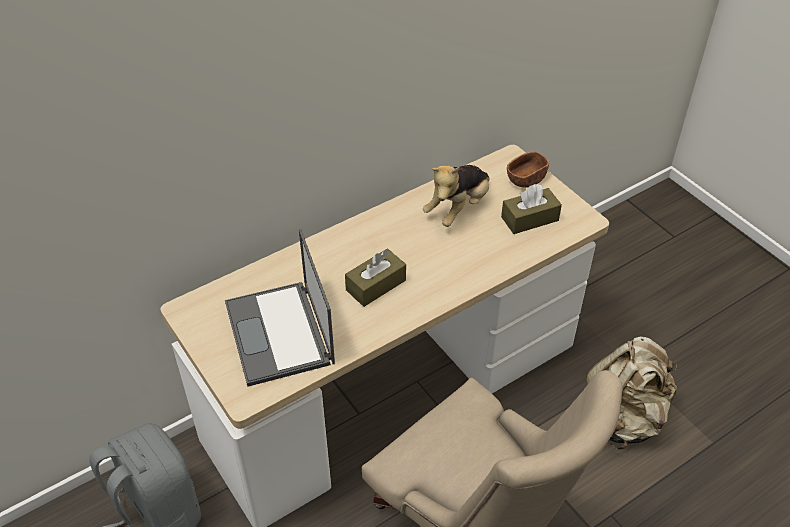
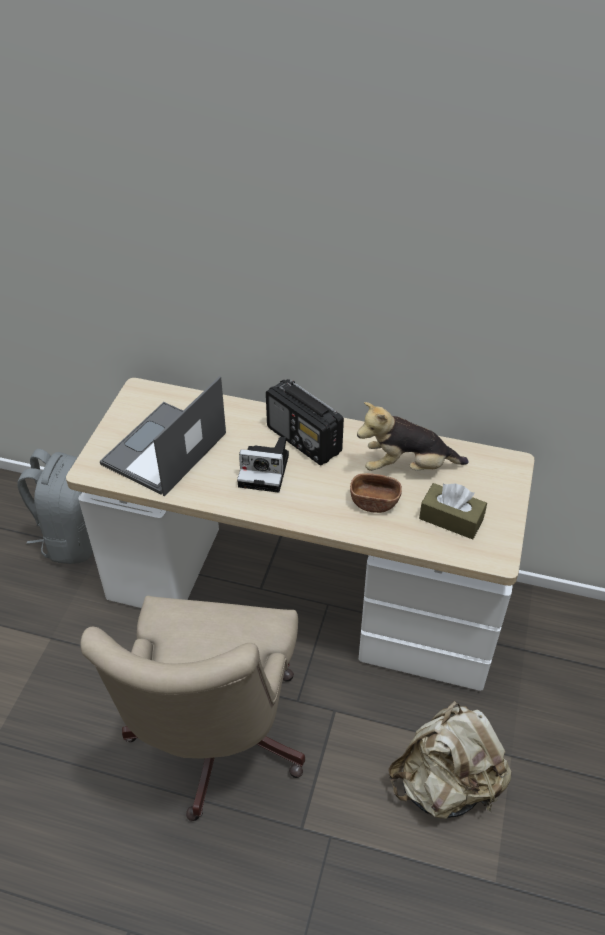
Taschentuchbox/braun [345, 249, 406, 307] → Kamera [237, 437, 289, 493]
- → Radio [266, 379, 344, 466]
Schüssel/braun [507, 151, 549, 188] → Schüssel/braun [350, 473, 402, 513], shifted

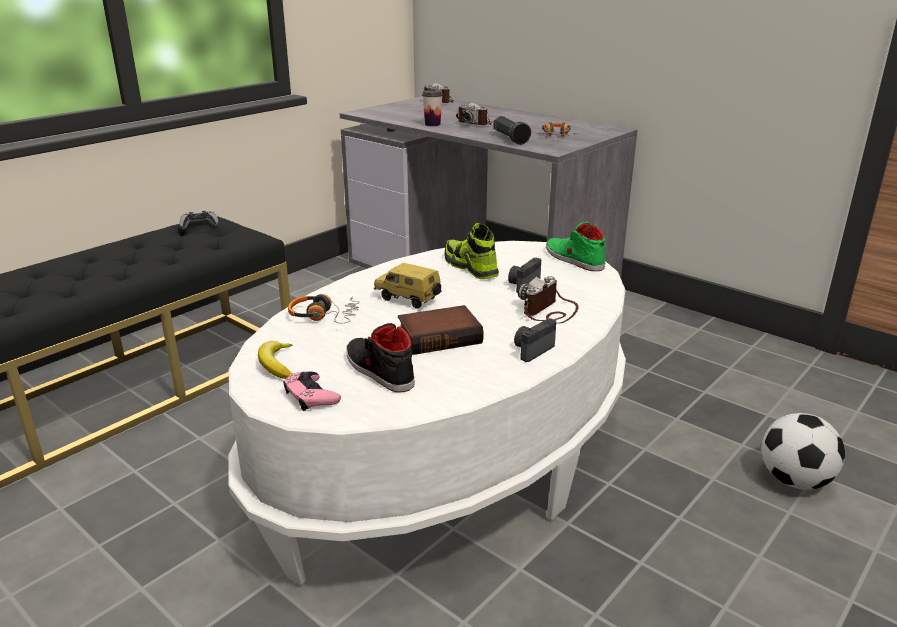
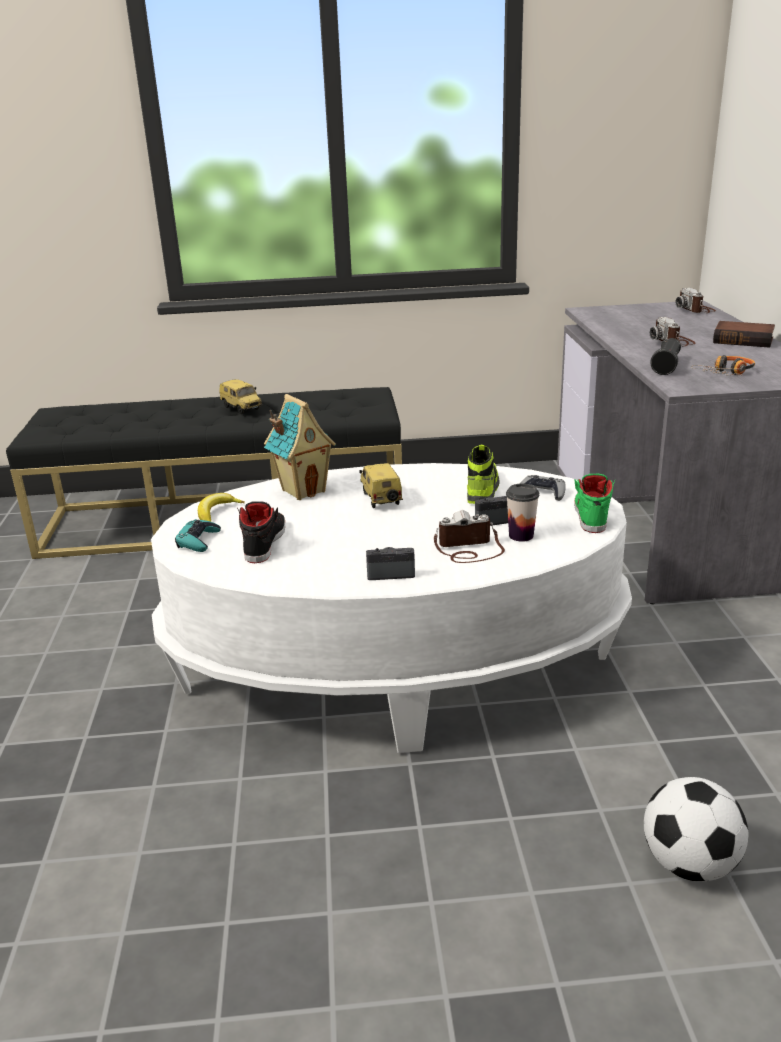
Gamepad/rosa [283, 371, 341, 411] → Gamepad/türkis [175, 519, 221, 552]
- → Spielzeugauto [219, 379, 263, 414]
Kopfhörer [288, 294, 360, 324] → Spielzeughaus [264, 394, 336, 500]
Tasse [422, 90, 443, 126] → Tasse [506, 483, 539, 542], shifted
Gamepad/grau [179, 211, 219, 230] → Gamepad/grau [521, 475, 566, 501], shifted
Buch [398, 305, 484, 355] → Buch [713, 321, 775, 348], shifted

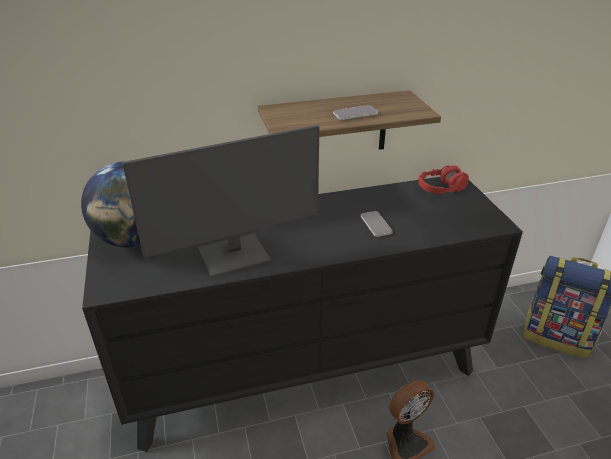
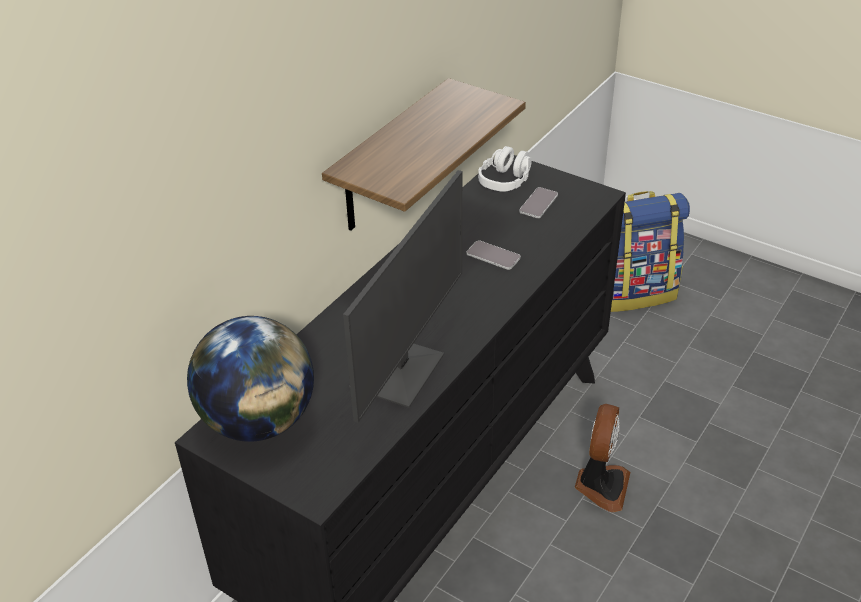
Kopfhörer/rot [418, 165, 469, 194] → Kopfhörer/weiß [478, 146, 532, 192]
Handy [333, 105, 378, 120] → Handy [519, 187, 558, 218], shifted

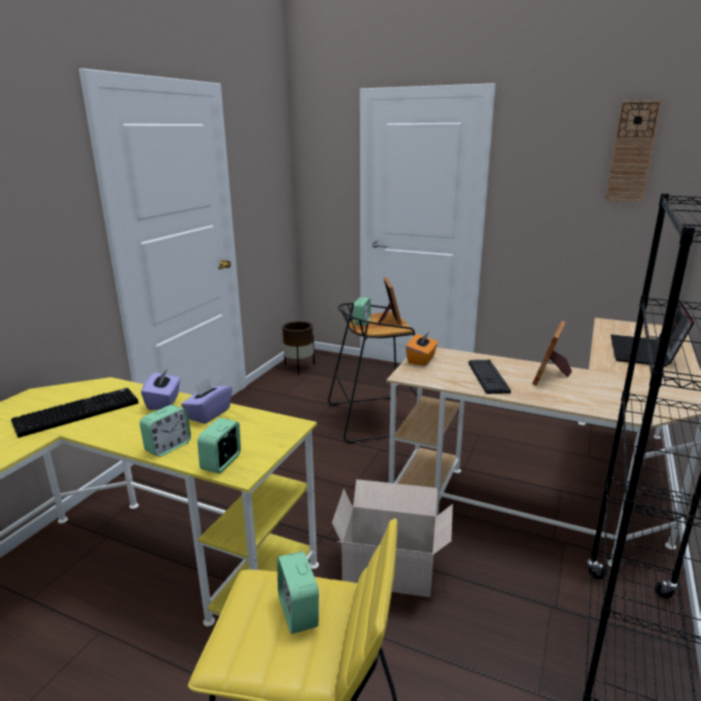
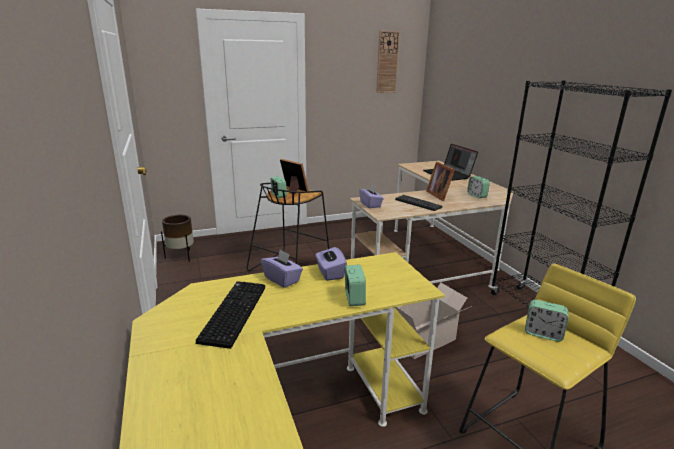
Taschentuchbox/orange [406, 332, 438, 366] → Taschentuchbox/lila [359, 184, 384, 208]
Wecker [197, 418, 241, 474] → Wecker [467, 176, 490, 198], shifted

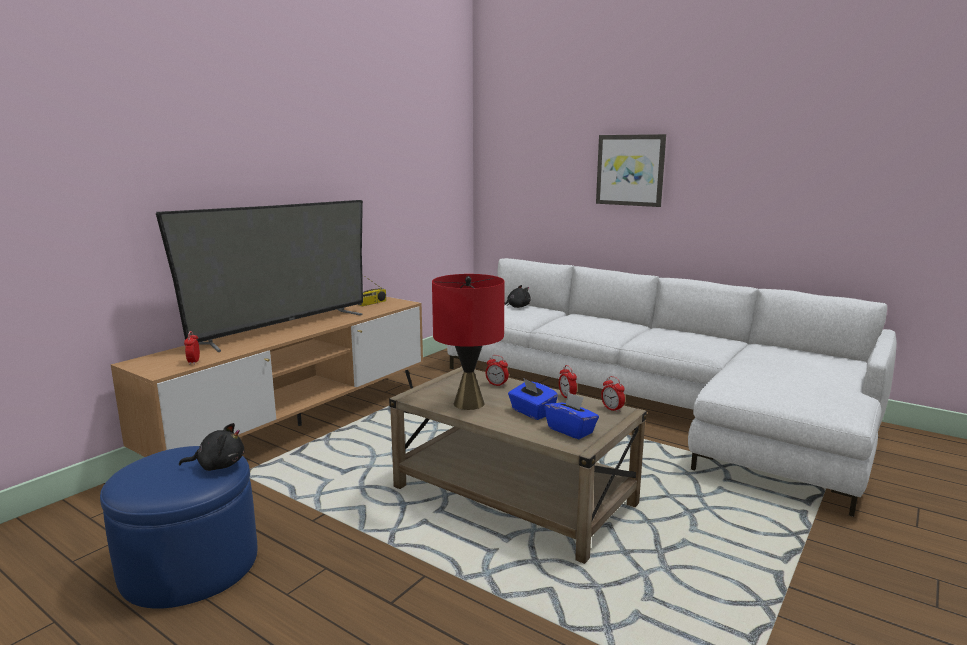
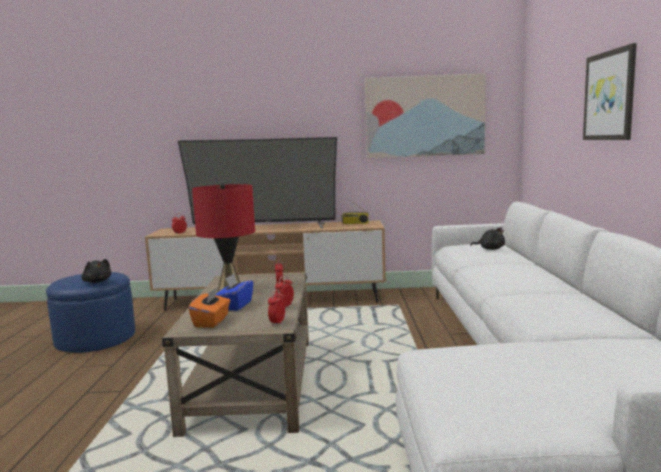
Taschentuchbox/blau [544, 392, 599, 439] → Taschentuchbox/orange [188, 287, 230, 328]
- → Bild [365, 73, 486, 158]

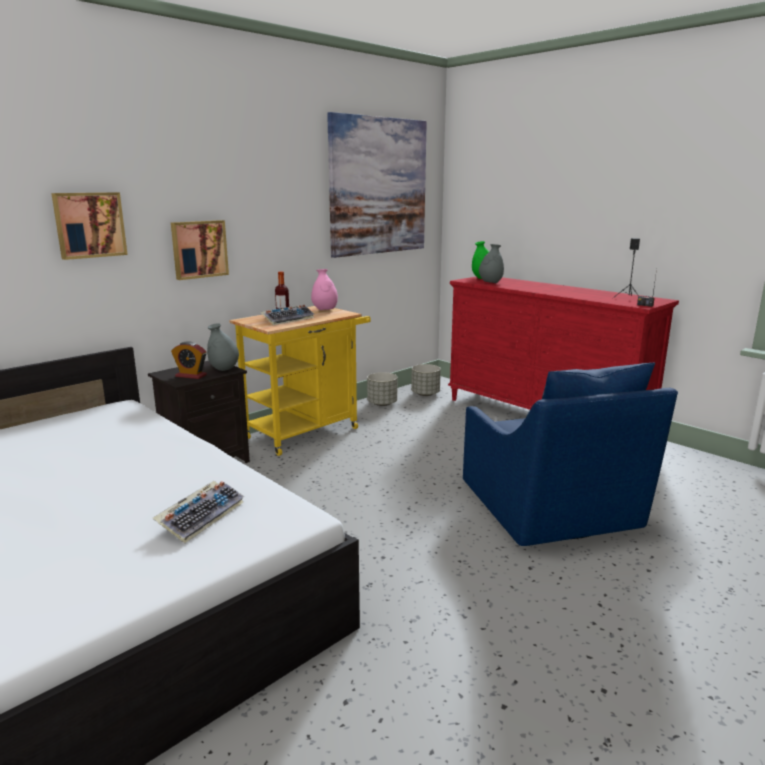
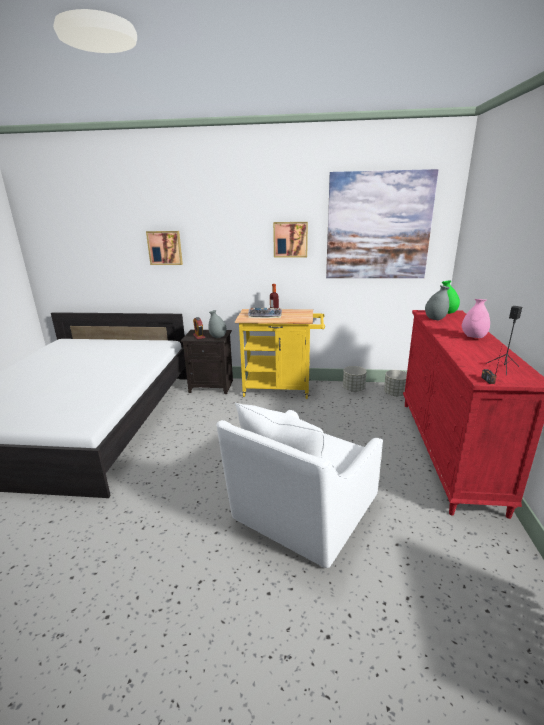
Sessel/blau [463, 362, 678, 546] → Sessel/weiß [216, 403, 383, 568]
Bild [171, 220, 229, 280] → Bild [273, 222, 308, 258], shifted
Vase/rosa [311, 269, 338, 310] → Vase/rosa [462, 299, 490, 338], shifted
Tastatur [153, 481, 244, 543] → -

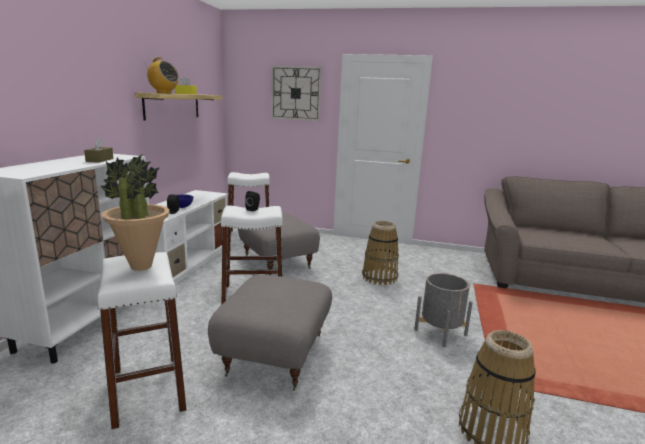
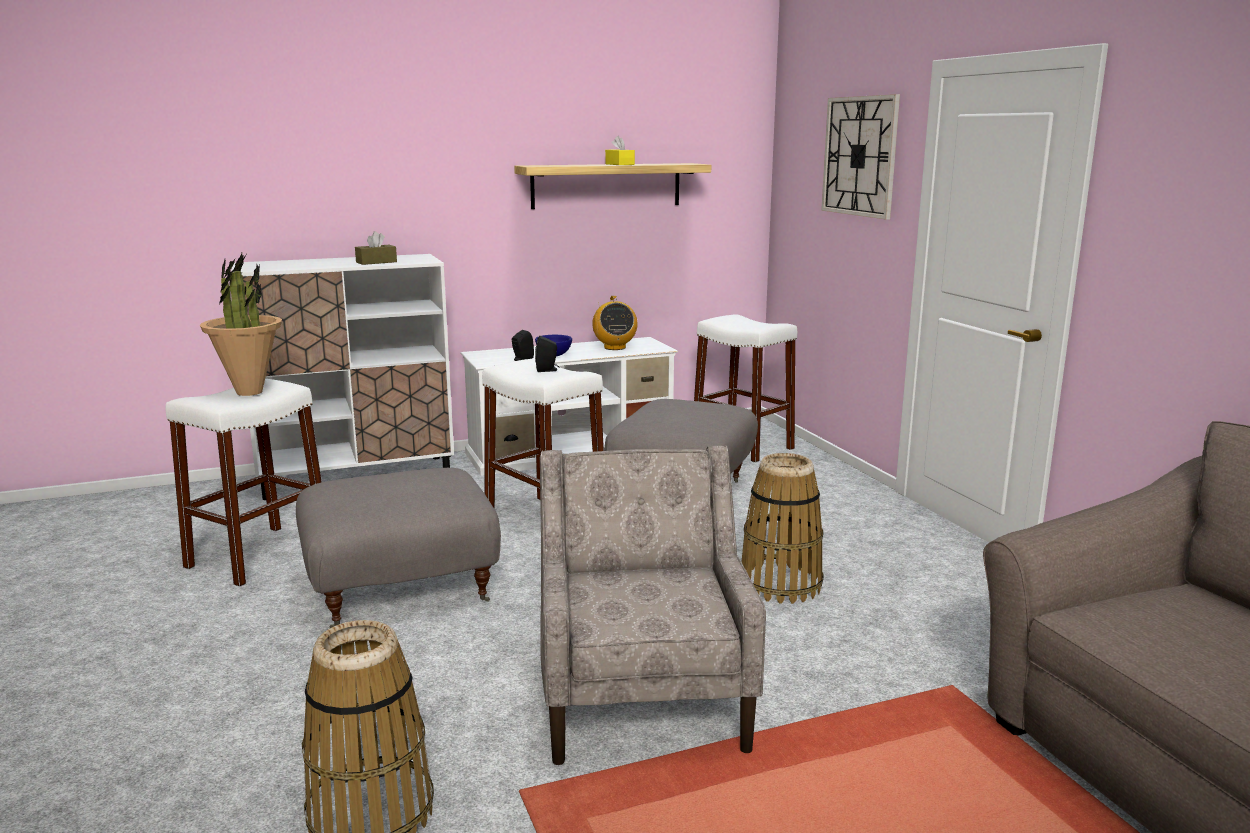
Pflanzkübel/grau [414, 273, 473, 347] → Sessel/beige [540, 445, 766, 765]
Radio [144, 57, 179, 94] → Radio [592, 296, 638, 350], shifted

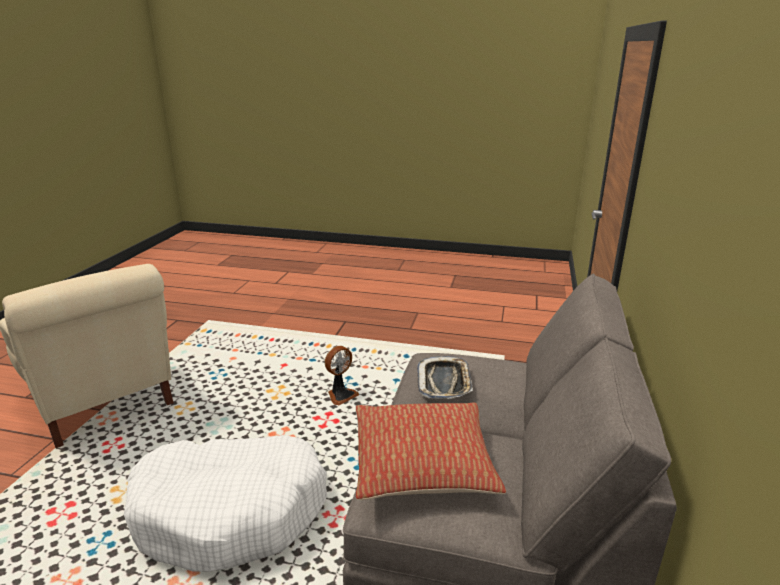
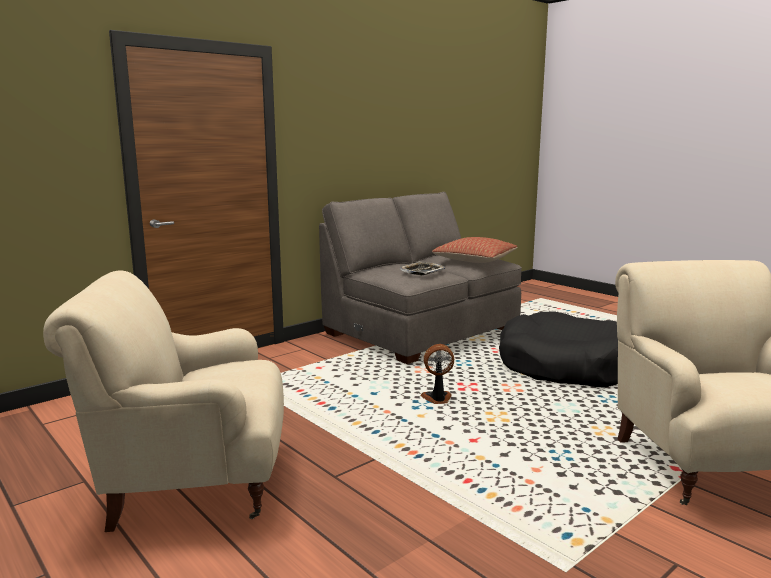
- → Sessel/beige [43, 270, 284, 532]
Hundebett/weiß [124, 435, 327, 572] → Hundebett/schwarz [499, 311, 618, 387]

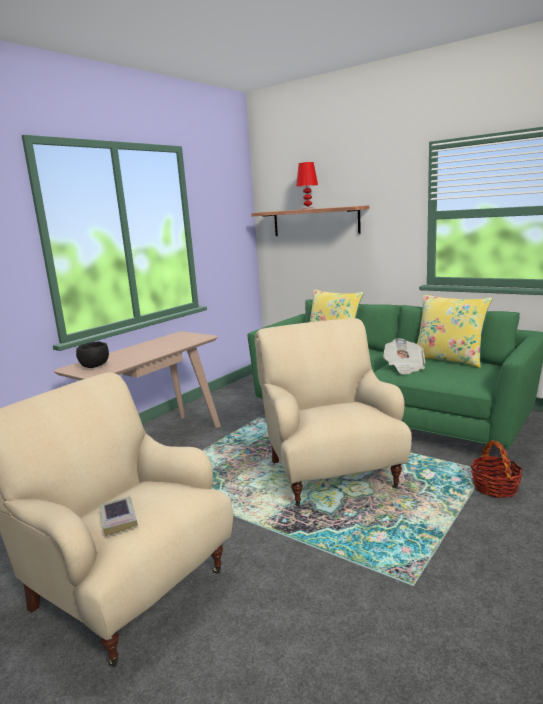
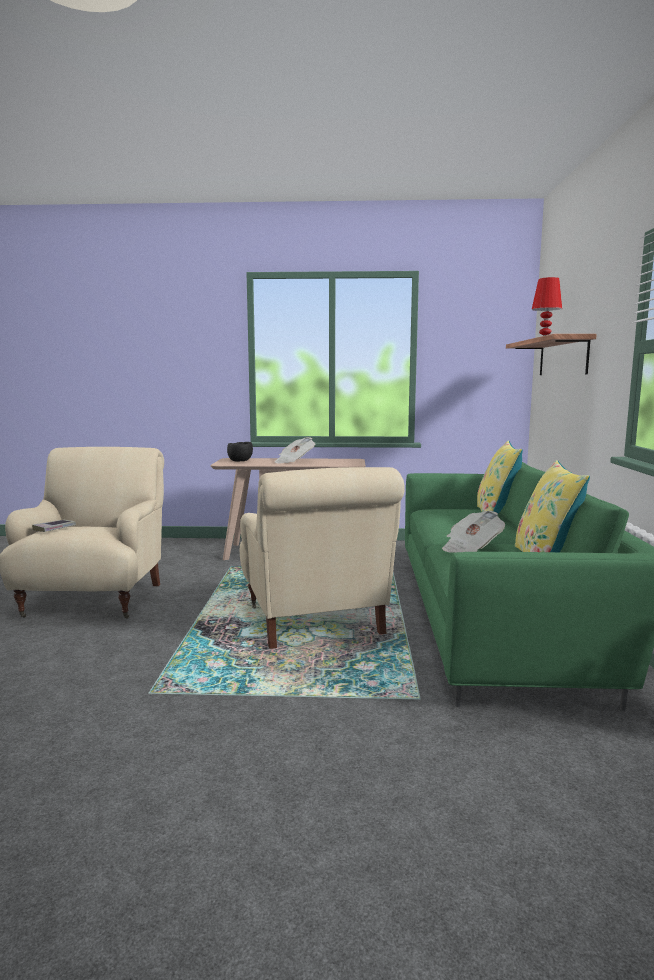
Sessel/beige [255, 318, 412, 507] → Sessel/beige [240, 467, 405, 649], 120 degrees clockwise
- → Zeitung [274, 437, 315, 464]
Korb [471, 440, 523, 498] → -

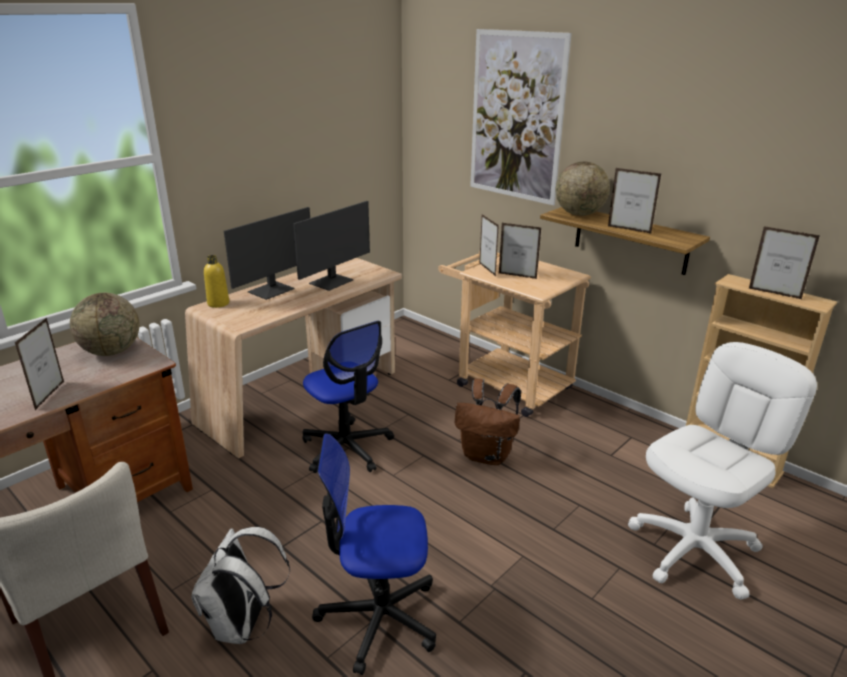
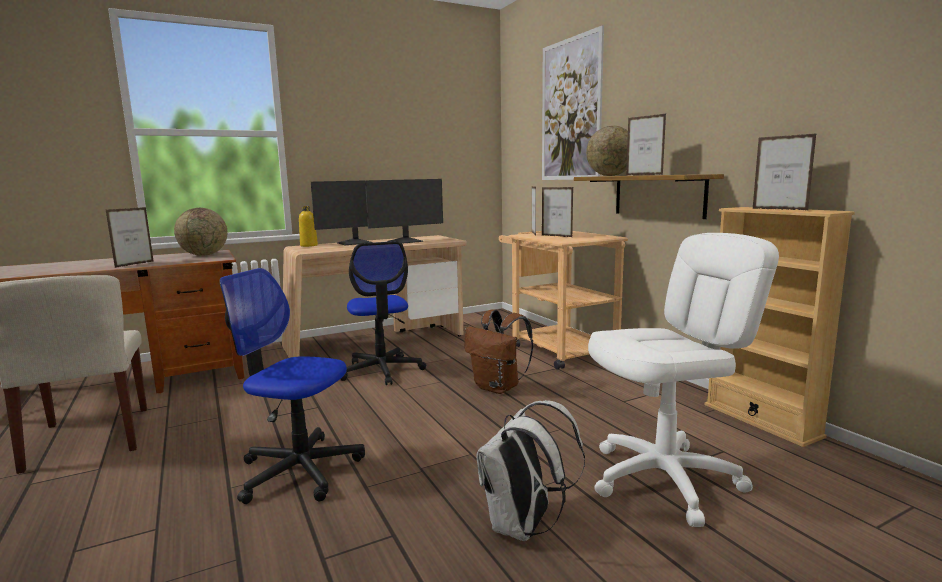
Rucksack/weiß [191, 527, 290, 644] → Rucksack/weiß [476, 400, 585, 541], shifted

